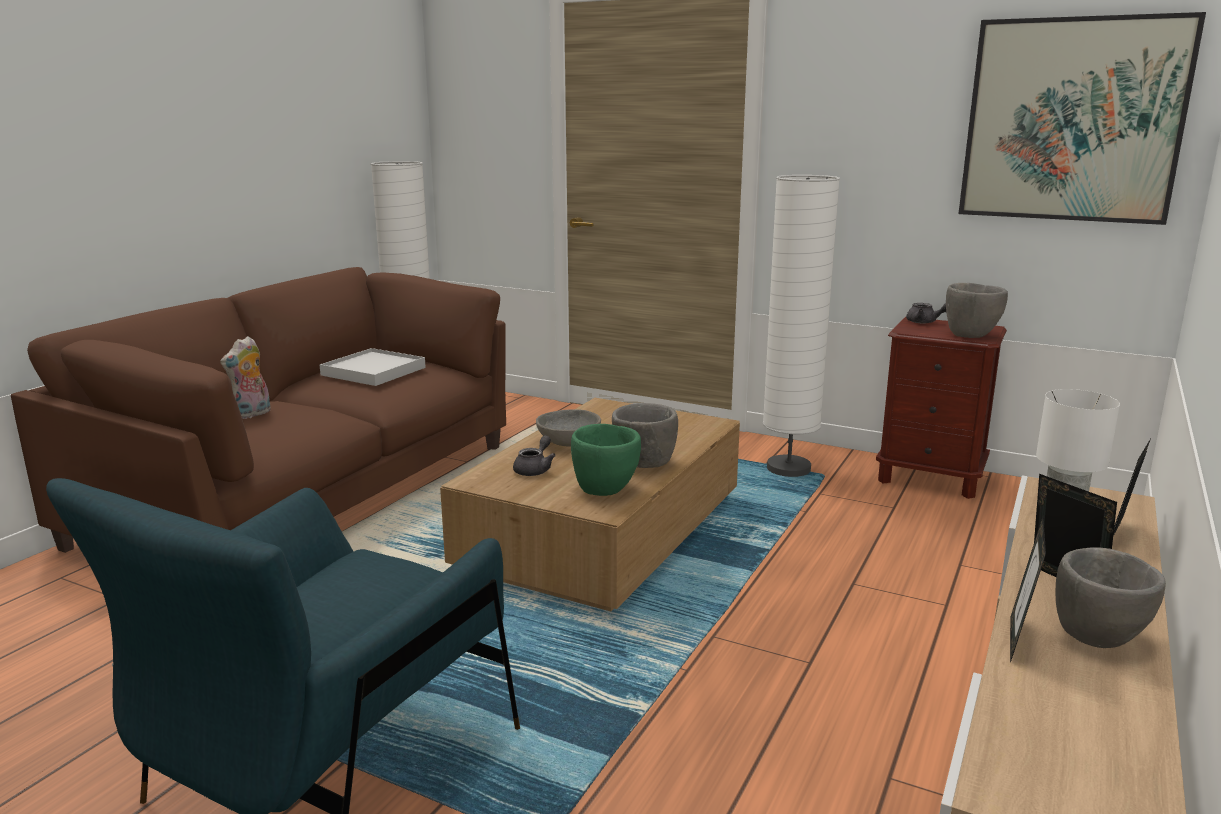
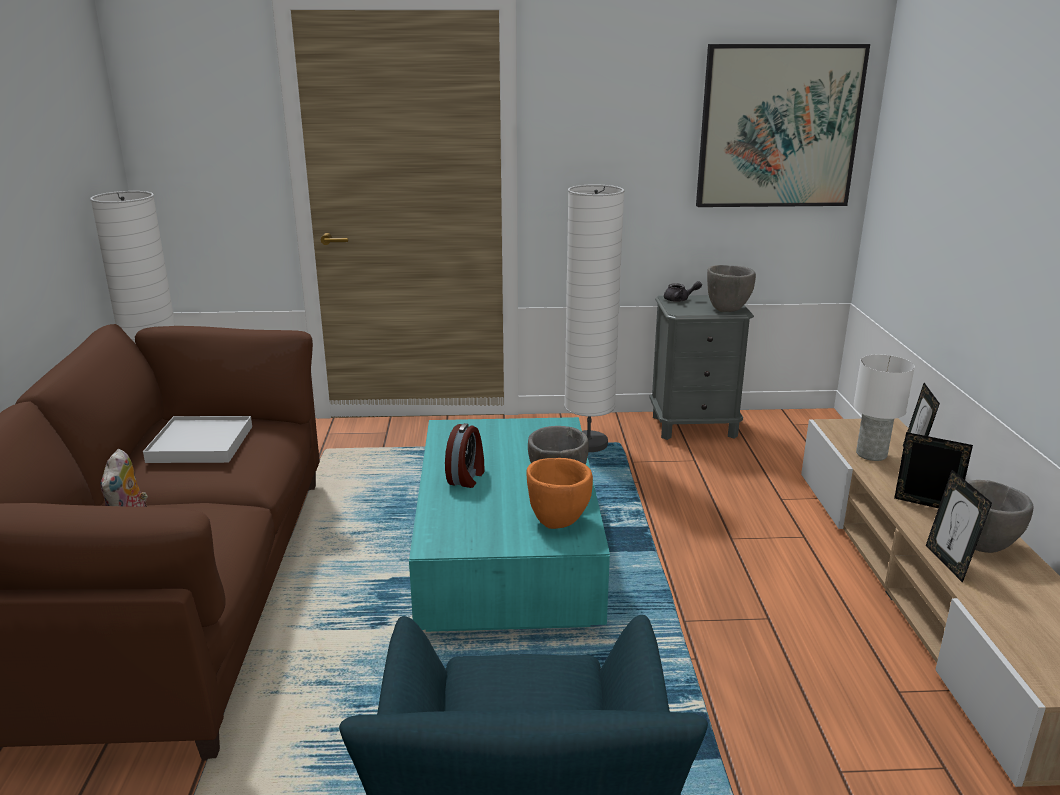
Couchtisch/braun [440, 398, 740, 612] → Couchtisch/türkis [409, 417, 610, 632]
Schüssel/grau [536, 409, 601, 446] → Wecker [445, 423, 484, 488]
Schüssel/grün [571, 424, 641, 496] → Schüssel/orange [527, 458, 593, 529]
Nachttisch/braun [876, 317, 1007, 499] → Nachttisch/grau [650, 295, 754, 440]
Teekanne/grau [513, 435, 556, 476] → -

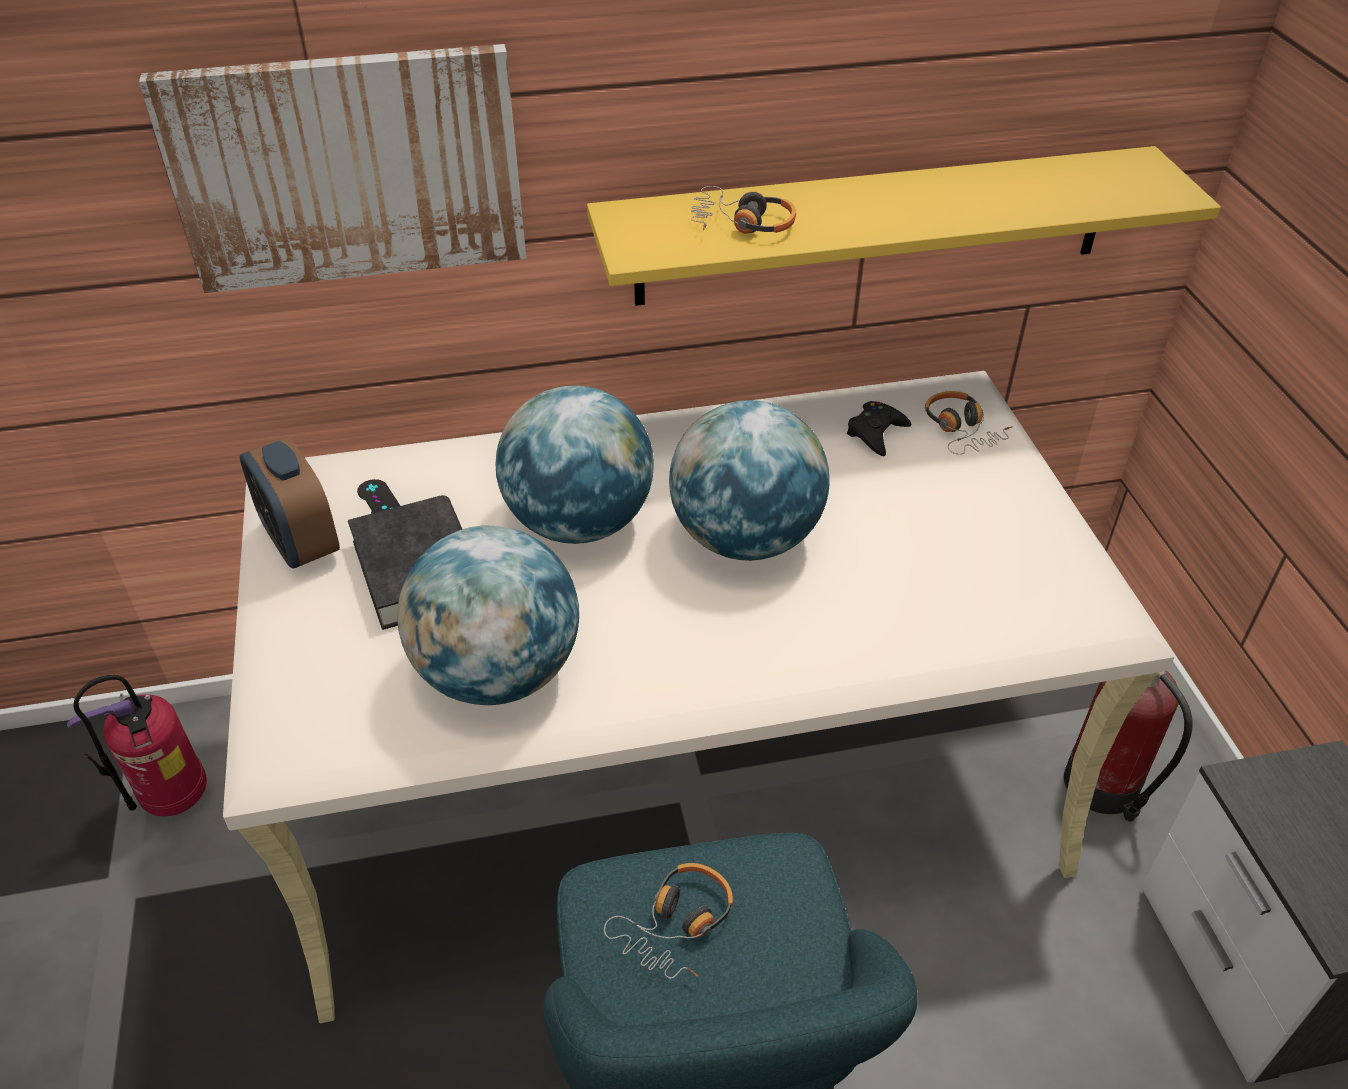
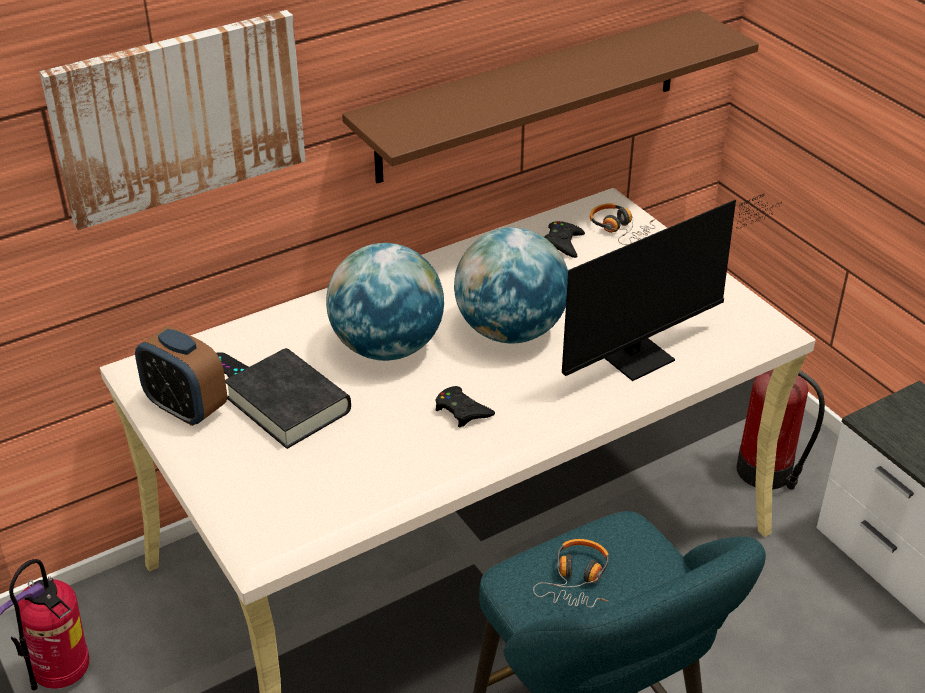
Wandregal/gelb [587, 146, 1221, 306] → Wandregal/braun [342, 10, 759, 183]
- → Gamepad/schwarz [435, 386, 495, 428]
- → Monitor [562, 194, 780, 381]
Globus [397, 525, 579, 705] → -
Kopfhörer [691, 186, 796, 234] → -

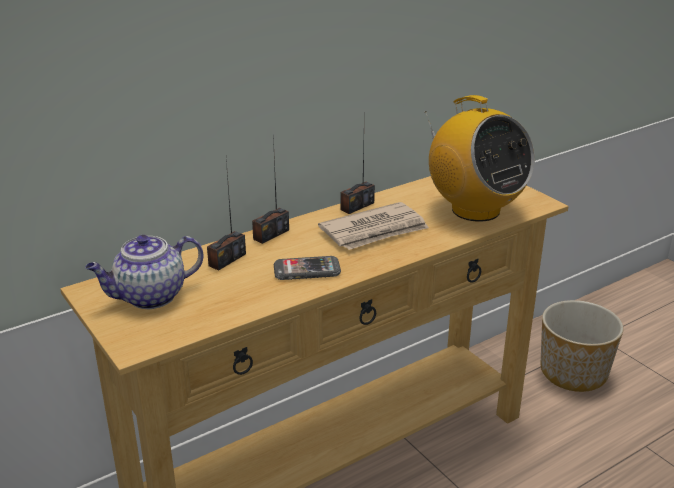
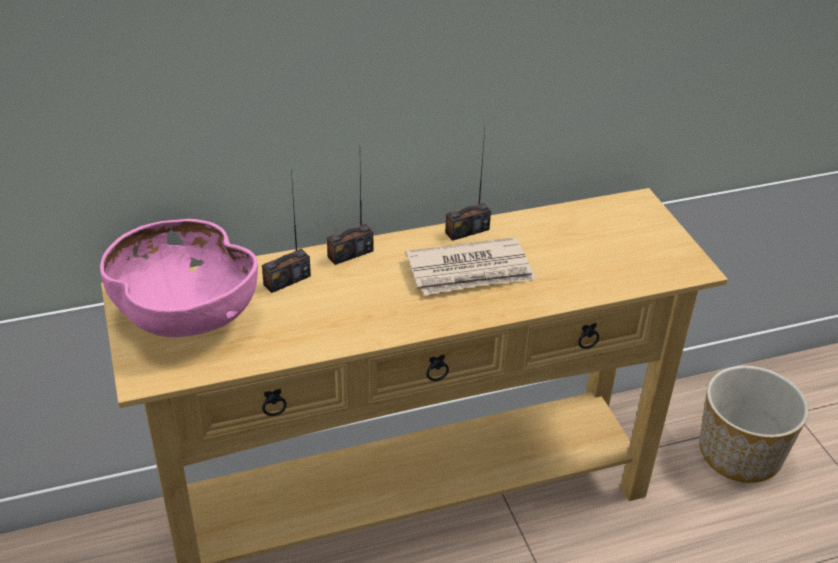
Teekanne [85, 235, 204, 309] → Schüssel/rosa [100, 219, 258, 337]
Handy [274, 256, 341, 280] → -
Radio [425, 95, 535, 222] → -

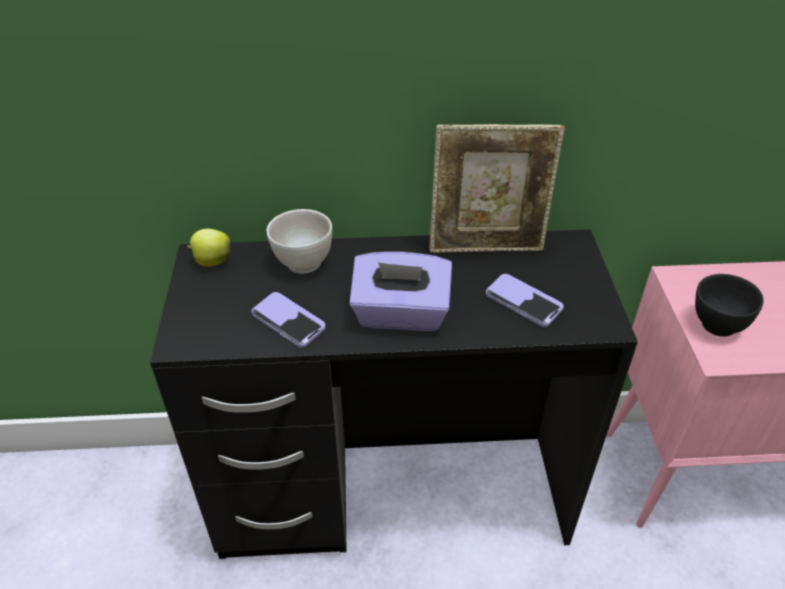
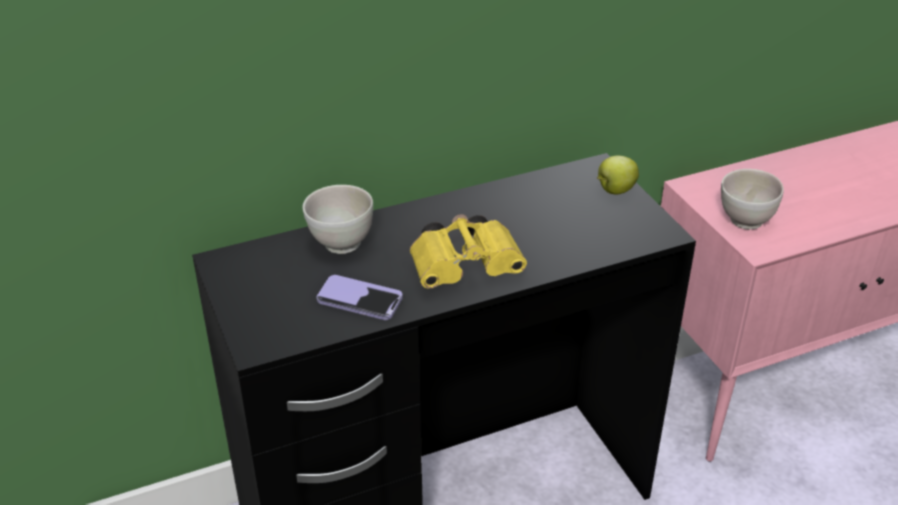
Taschentuchbox/lila [349, 252, 452, 331] → Fernglas/gelb [410, 214, 527, 289]
Apfel [187, 229, 230, 267] → Apfel [597, 156, 639, 194], shifted
Schüssel/schwarz [695, 274, 764, 337] → Schüssel/weiß [721, 169, 784, 229]
Bilderrahmen [429, 124, 565, 253] → -
Handy [486, 274, 564, 327] → -

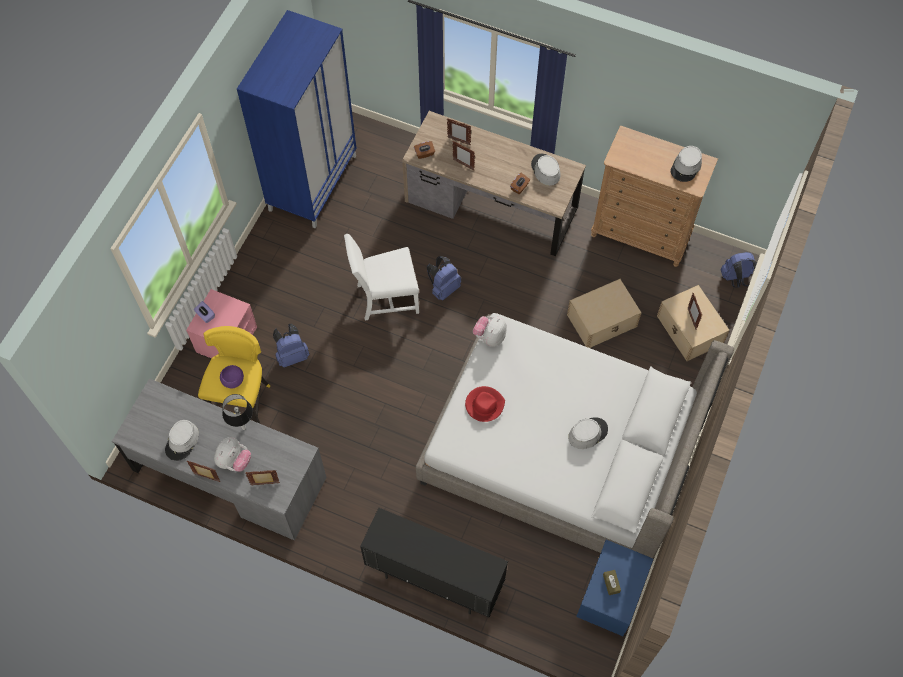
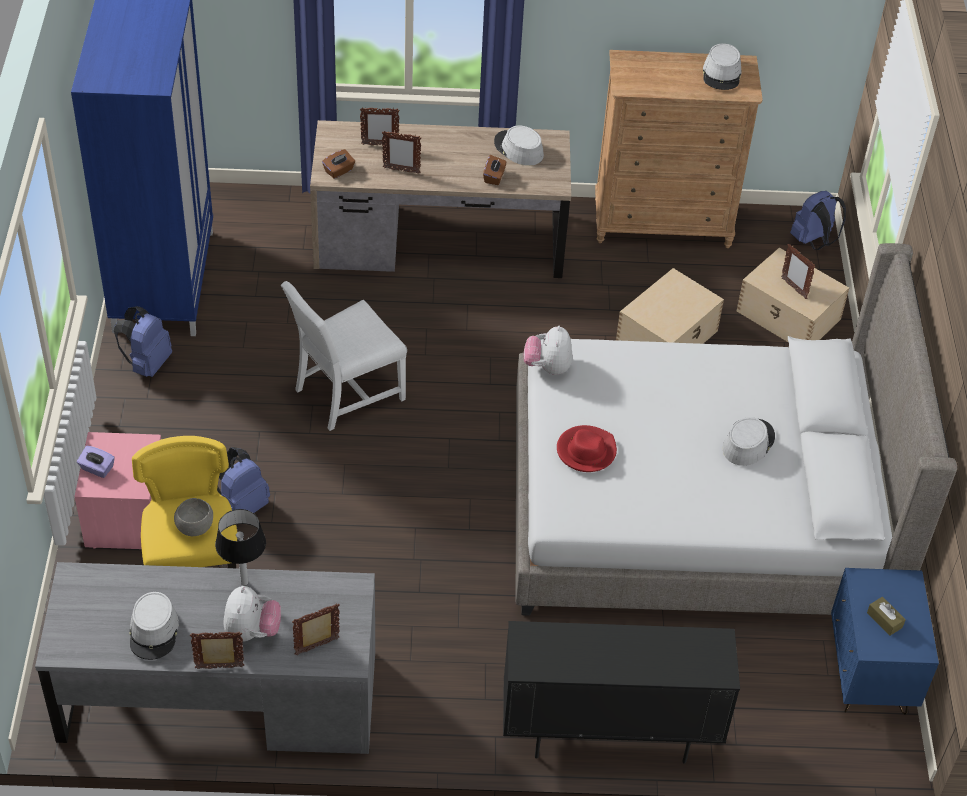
Rucksack/blau [427, 256, 461, 300] → Rucksack/blau [114, 306, 172, 377], shifted
Schüssel/lila [220, 365, 244, 388] → Schüssel/grau [174, 498, 213, 536]

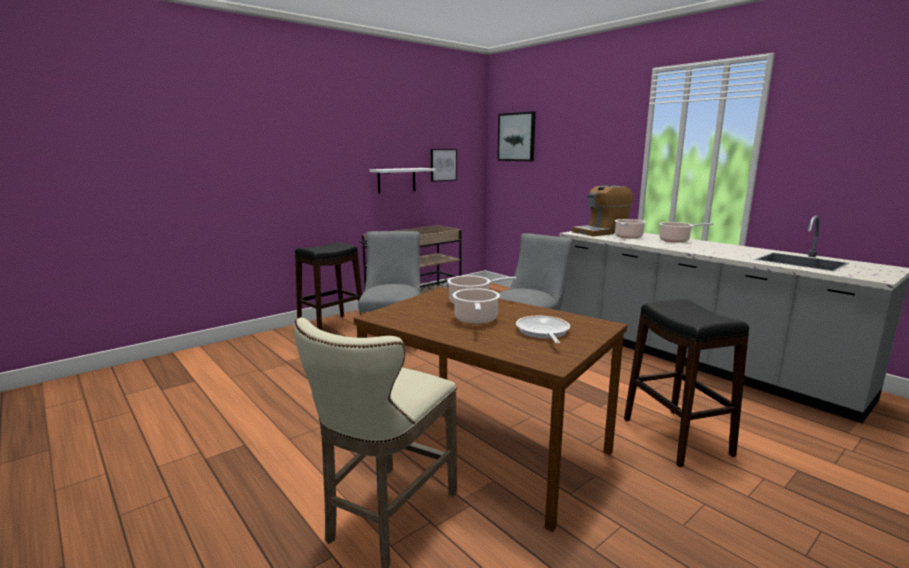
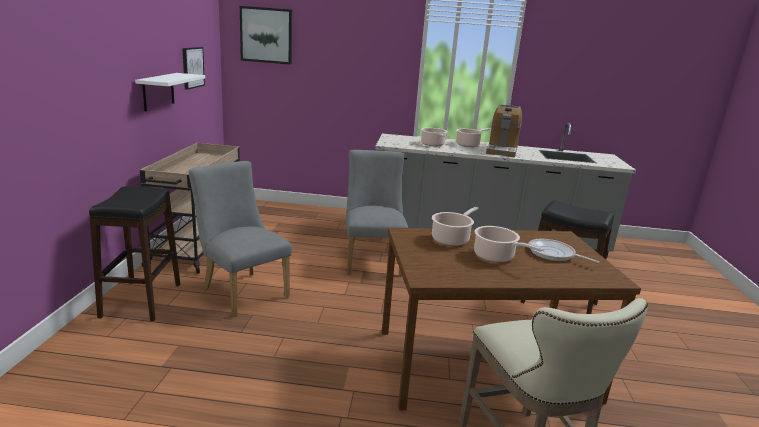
Kaffeemaschine [572, 185, 633, 236] → Kaffeemaschine [486, 104, 522, 157], shifted

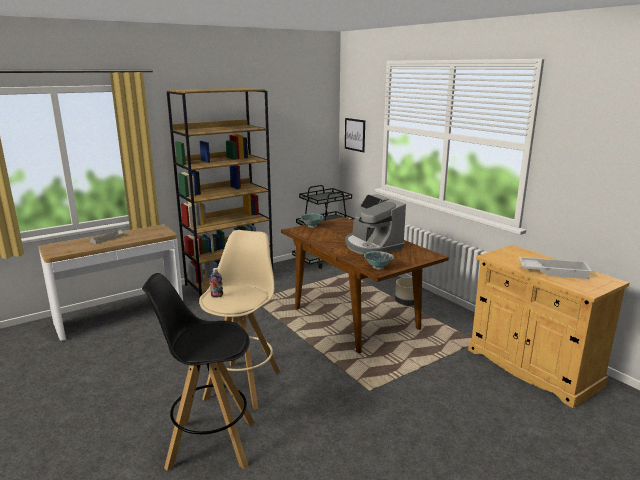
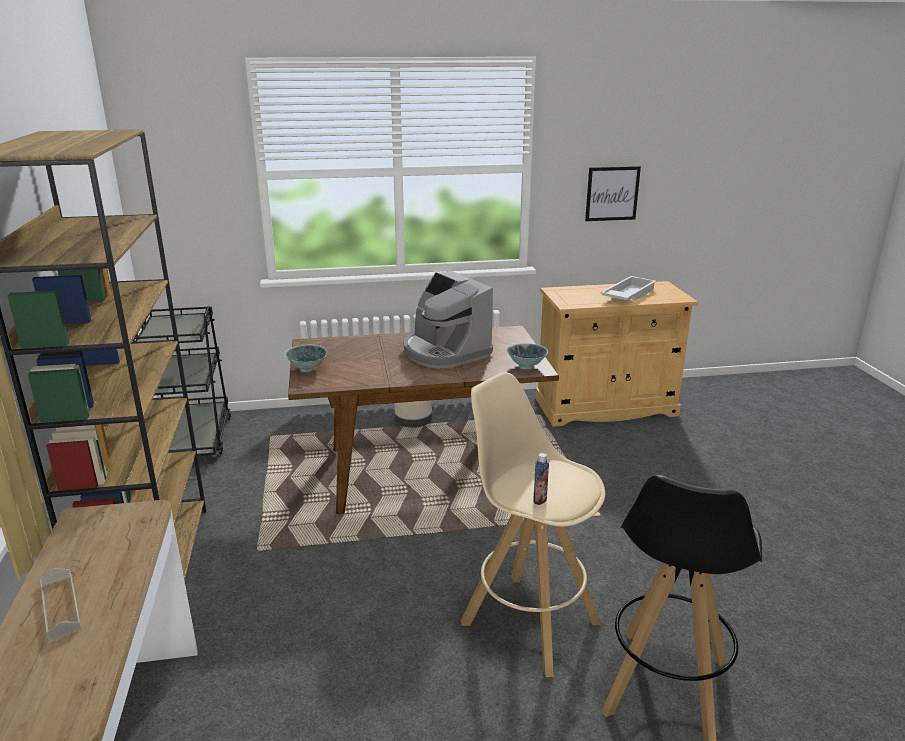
Kaffeemaschine [345, 194, 406, 255] → Kaffeemaschine [403, 271, 493, 369], 60 degrees clockwise
Bild [345, 118, 365, 152] → Bild [585, 166, 641, 221], shifted

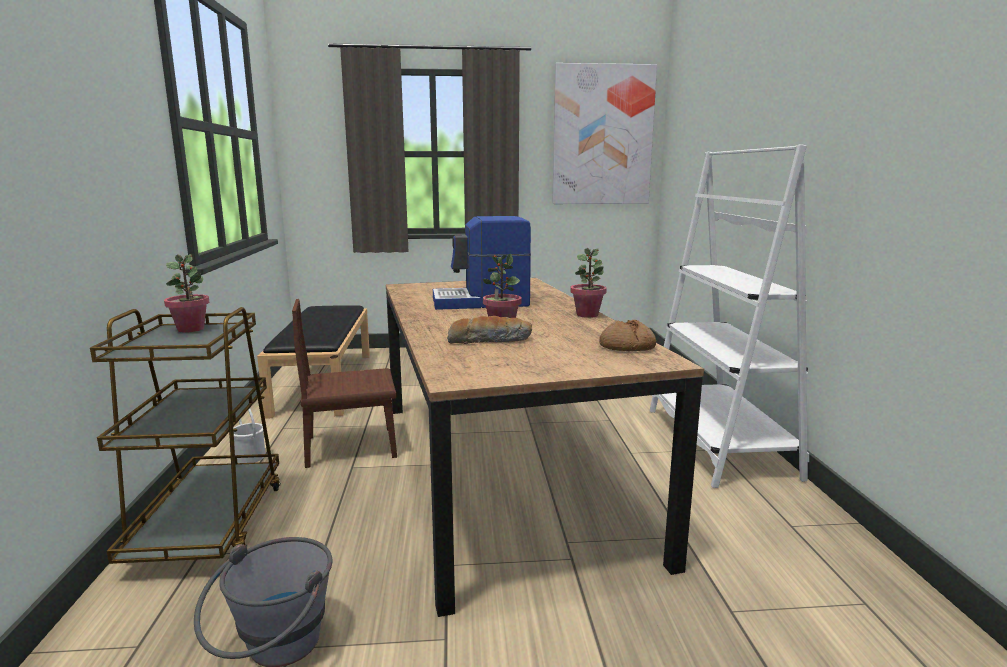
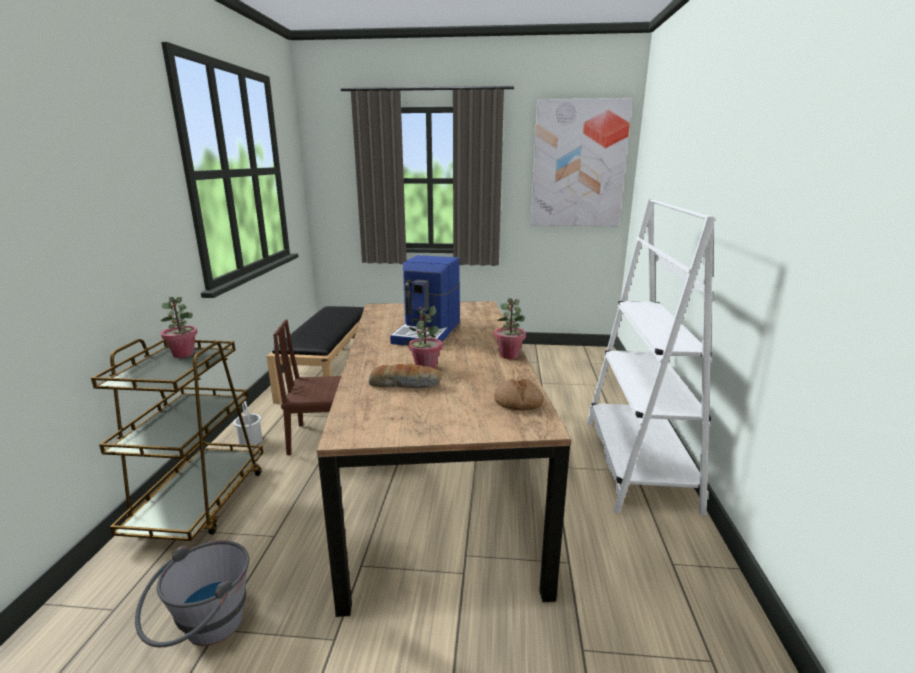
Kaffeemaschine [433, 216, 531, 310] → Kaffeemaschine [390, 255, 460, 345], 75 degrees counterclockwise

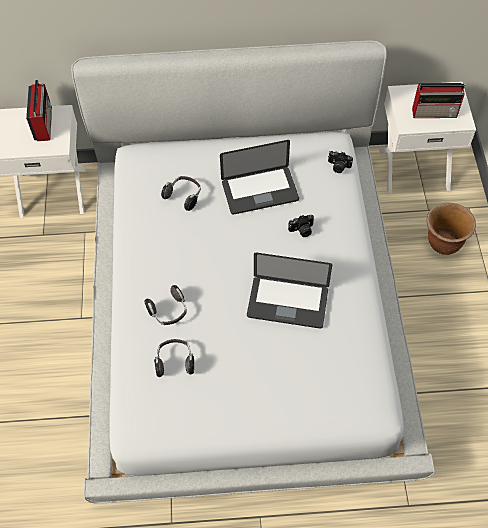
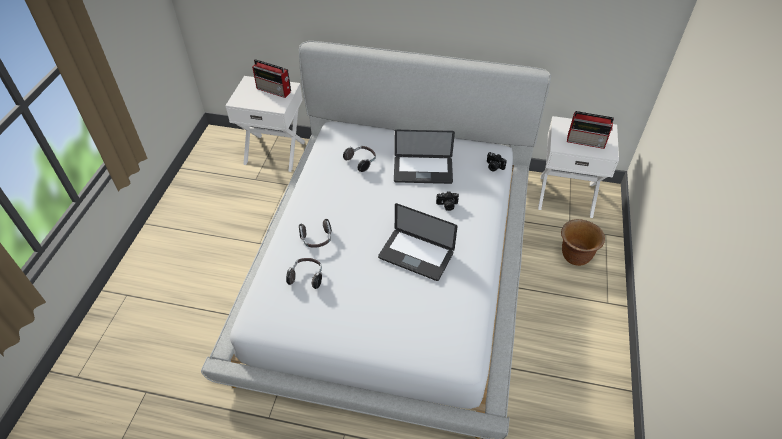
Radio [26, 80, 52, 141] → Radio [252, 59, 291, 98], 105 degrees clockwise

